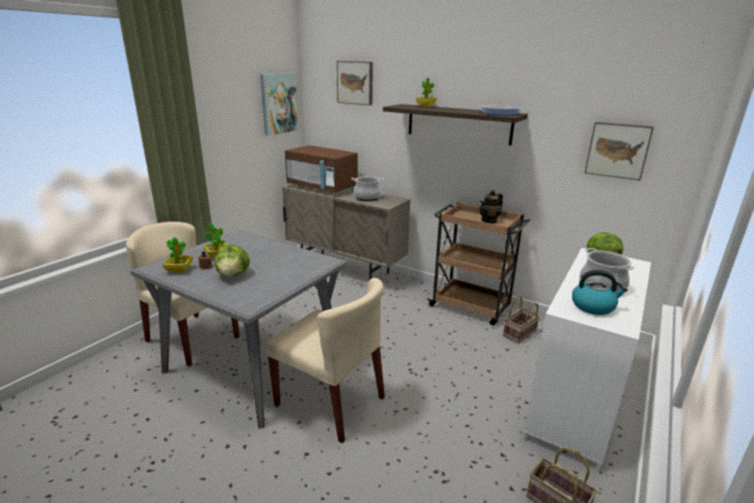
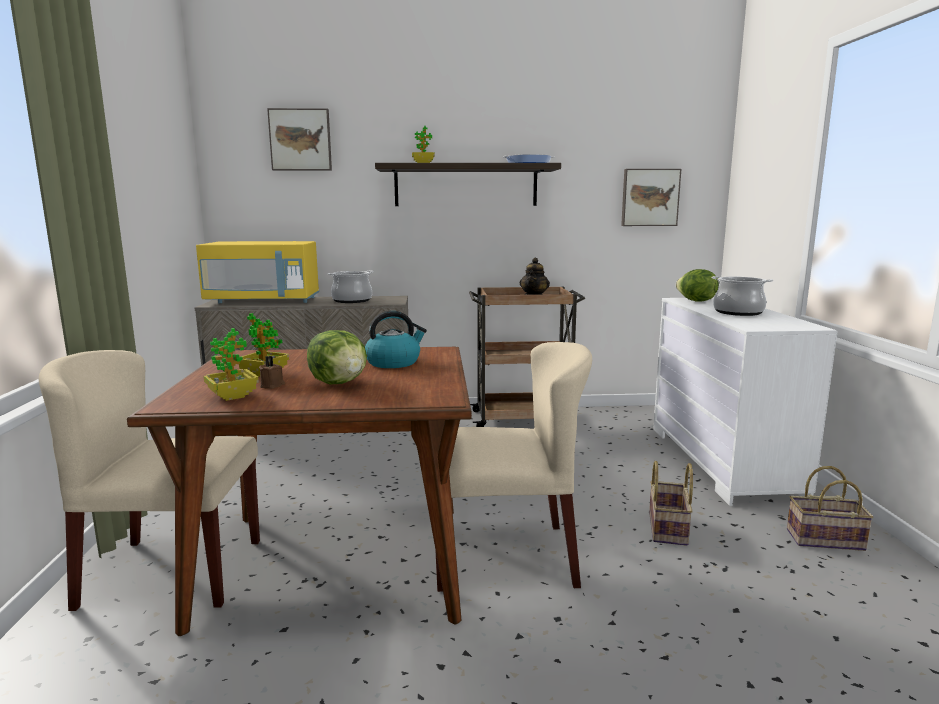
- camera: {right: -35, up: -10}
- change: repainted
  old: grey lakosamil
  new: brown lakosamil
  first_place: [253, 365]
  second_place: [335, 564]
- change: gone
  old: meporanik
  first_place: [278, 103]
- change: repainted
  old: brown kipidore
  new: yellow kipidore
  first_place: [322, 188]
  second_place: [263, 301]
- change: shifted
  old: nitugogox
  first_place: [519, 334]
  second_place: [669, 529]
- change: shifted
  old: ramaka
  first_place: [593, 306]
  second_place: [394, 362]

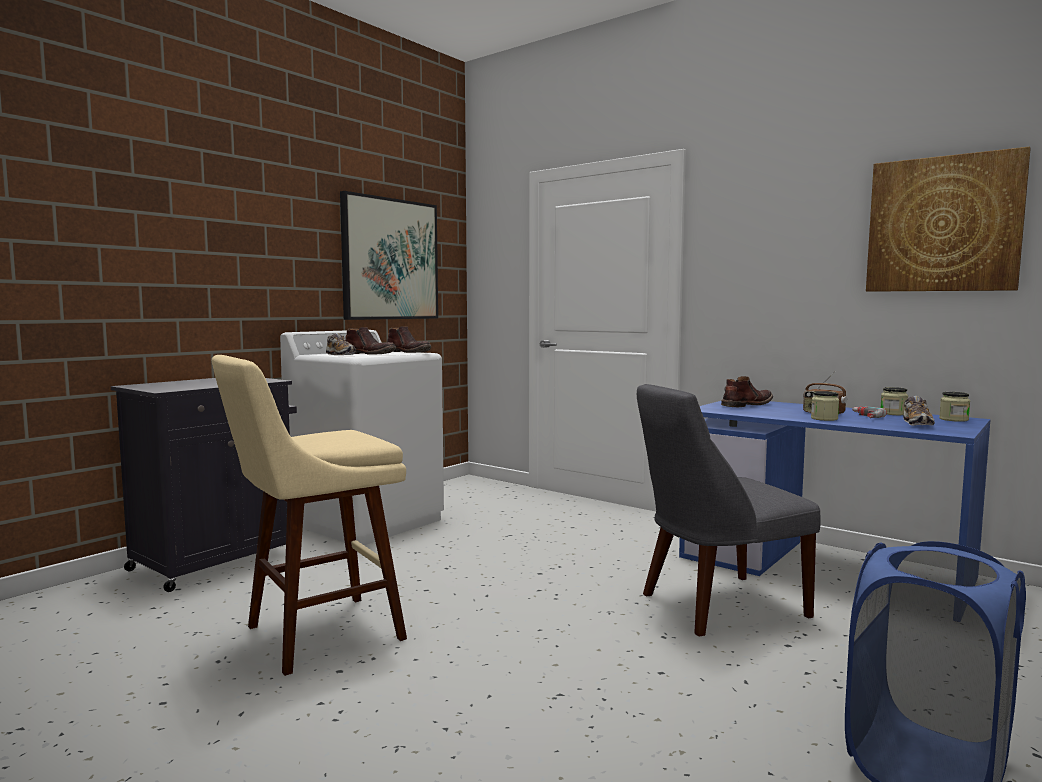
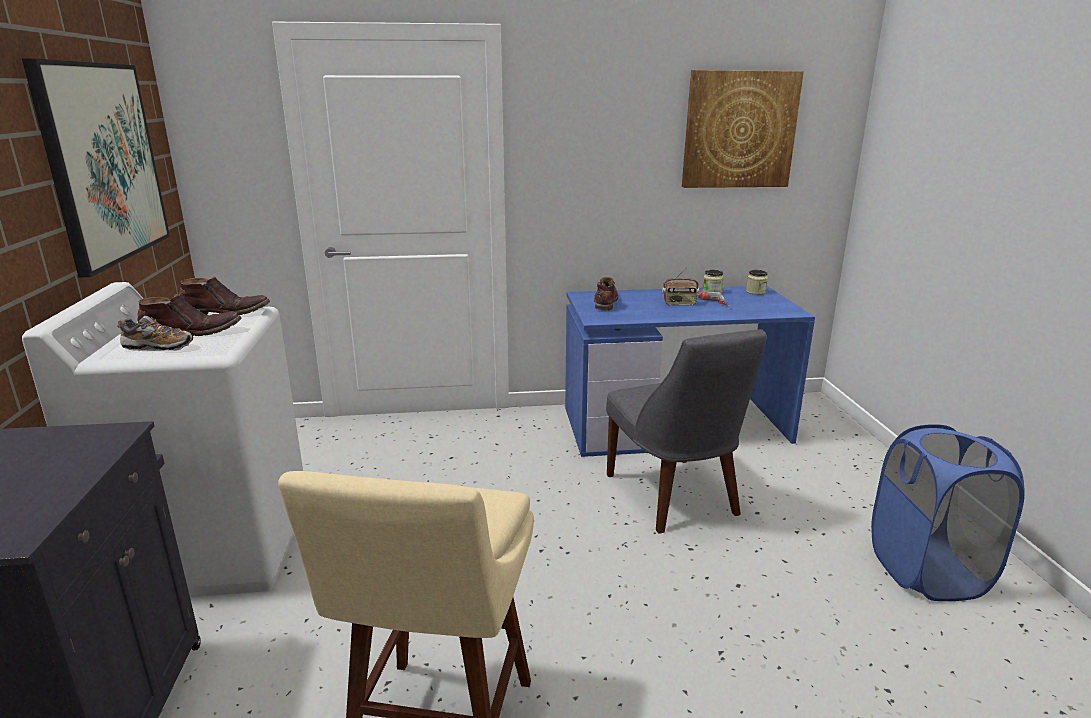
- camera: {right: -45, up: 15}
- change: rotated
  old: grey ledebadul
  first_place: [716, 606]
  second_place: [674, 497]
  degrees: -45
- change: gone
  old: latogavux
  first_place: [824, 419]
- change: gone
  old: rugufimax
  first_place: [917, 424]

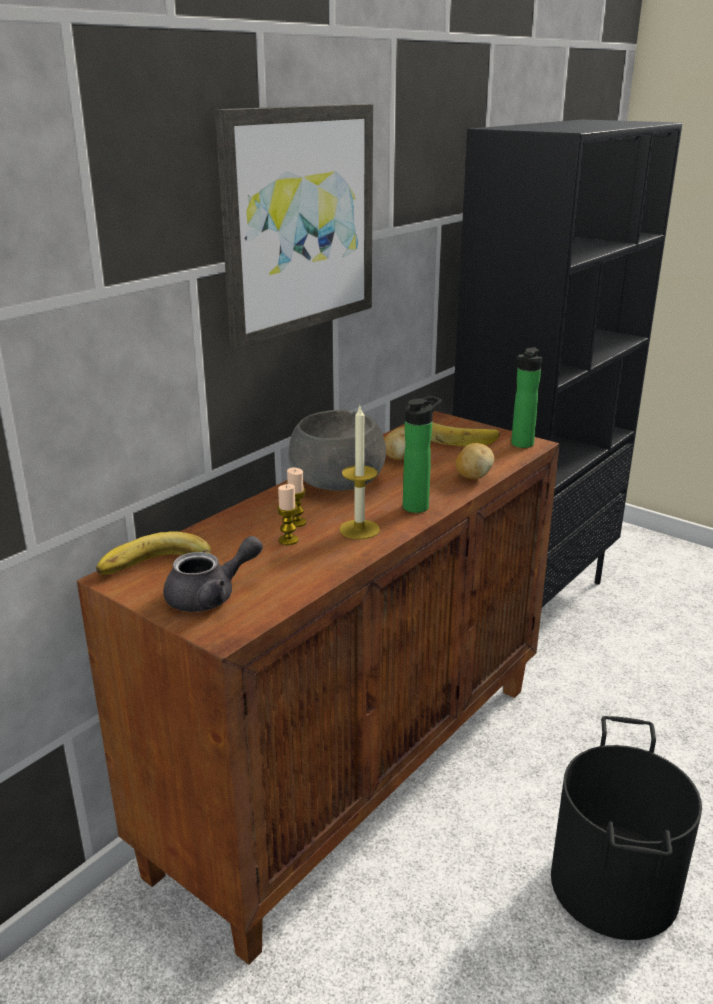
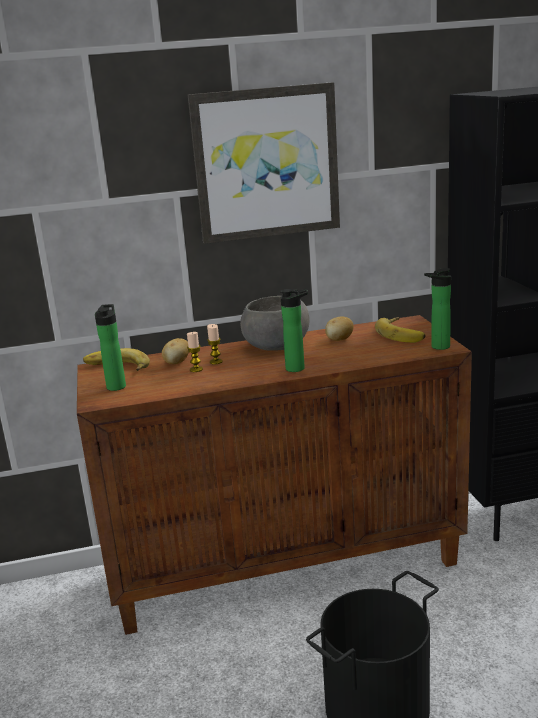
- camera: {right: 40, up: -5}
- change: swapped
  old: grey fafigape
  new: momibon
  first_place: [211, 596]
  second_place: [117, 386]
- change: gone
  old: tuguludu
  first_place: [359, 529]
- change: shifted
  old: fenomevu
  first_place: [473, 476]
  second_place: [177, 363]

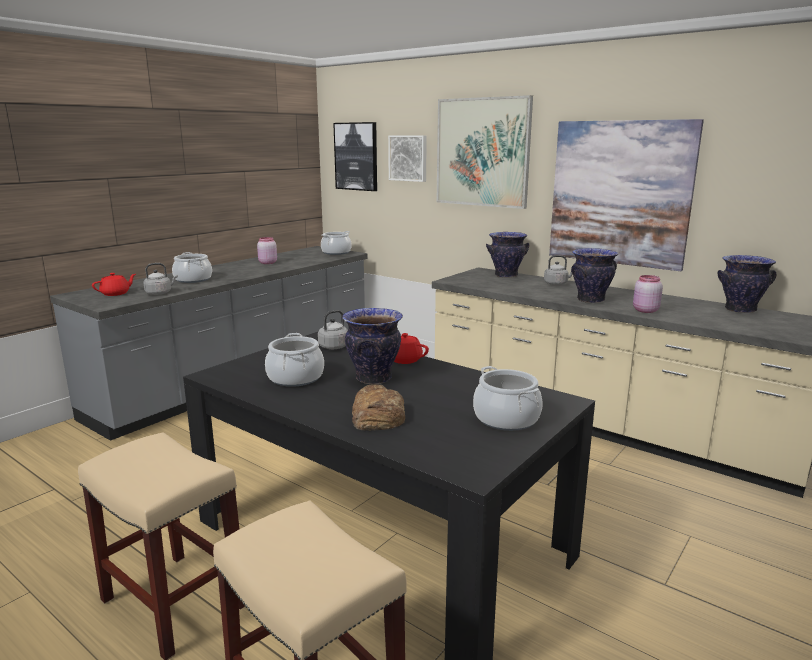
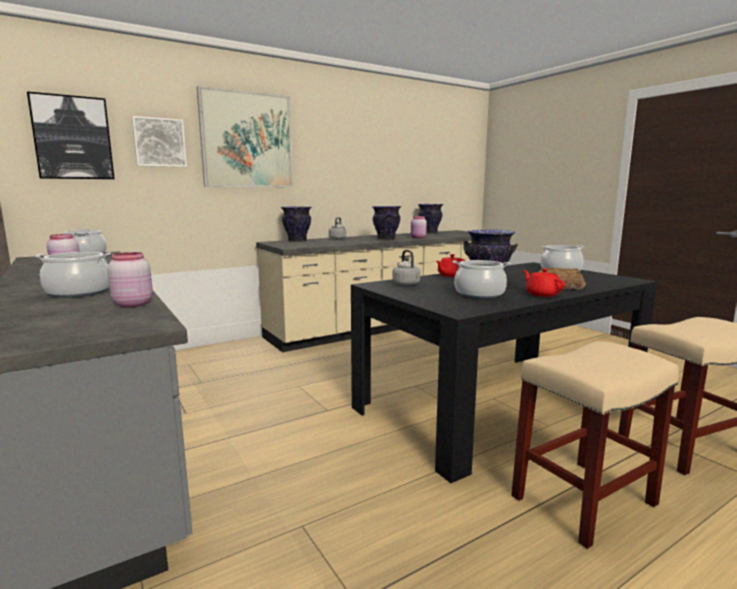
- camera: {right: -70, up: -5}
- change: shifted
  old: red fafigape
  first_place: [116, 293]
  second_place: [542, 294]
- change: swapped
  old: grey ramaka
  new: pink latogavux
  first_place: [160, 293]
  second_place: [132, 304]
- change: gone
  old: meporanik
  first_place: [619, 193]

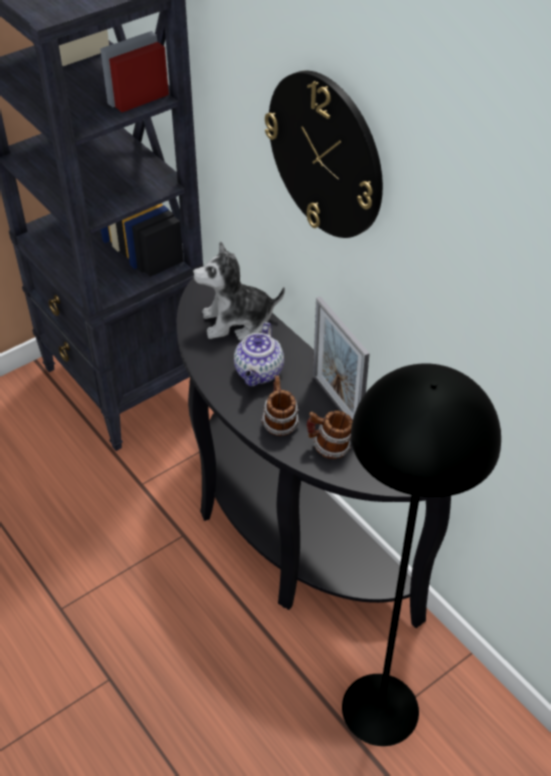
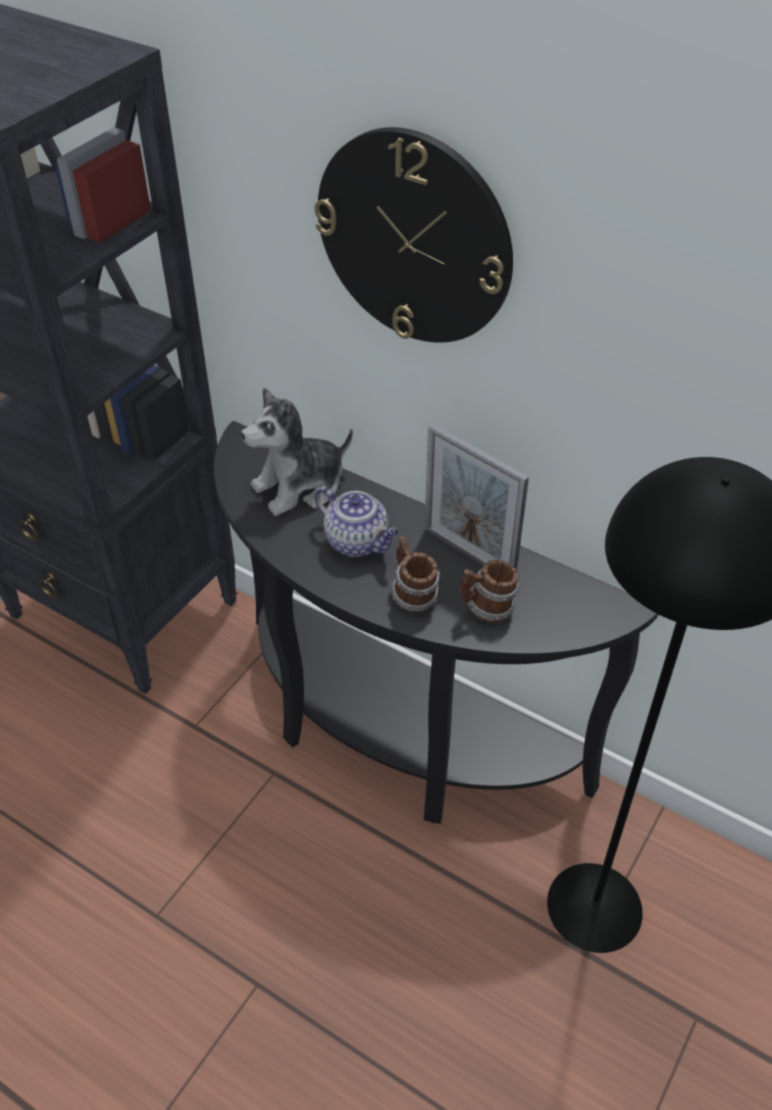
- camera: {right: -20, up: 0}
- change: rotated
  old: fafigape
  first_place: [259, 373]
  second_place: [358, 542]
  degrees: -45

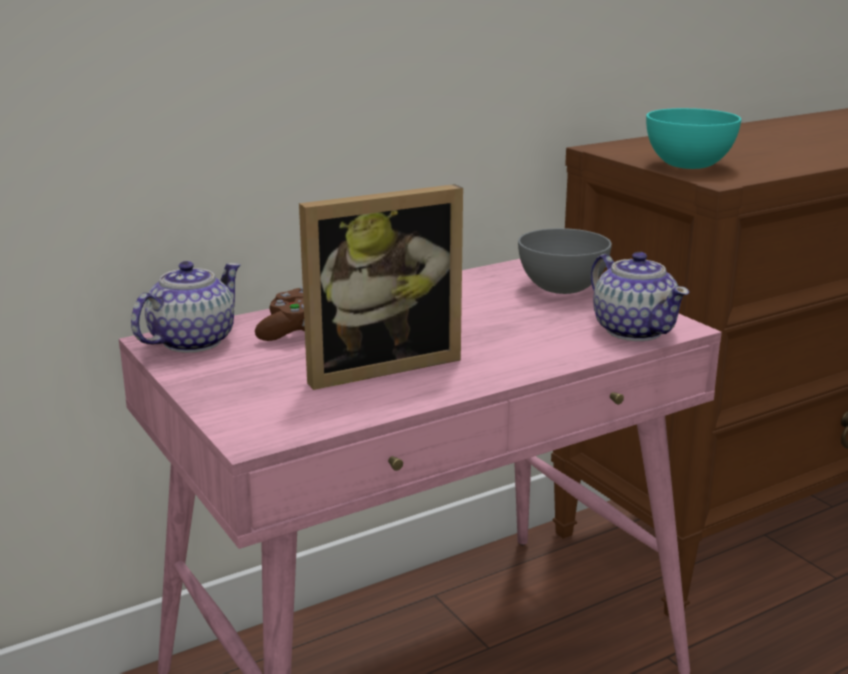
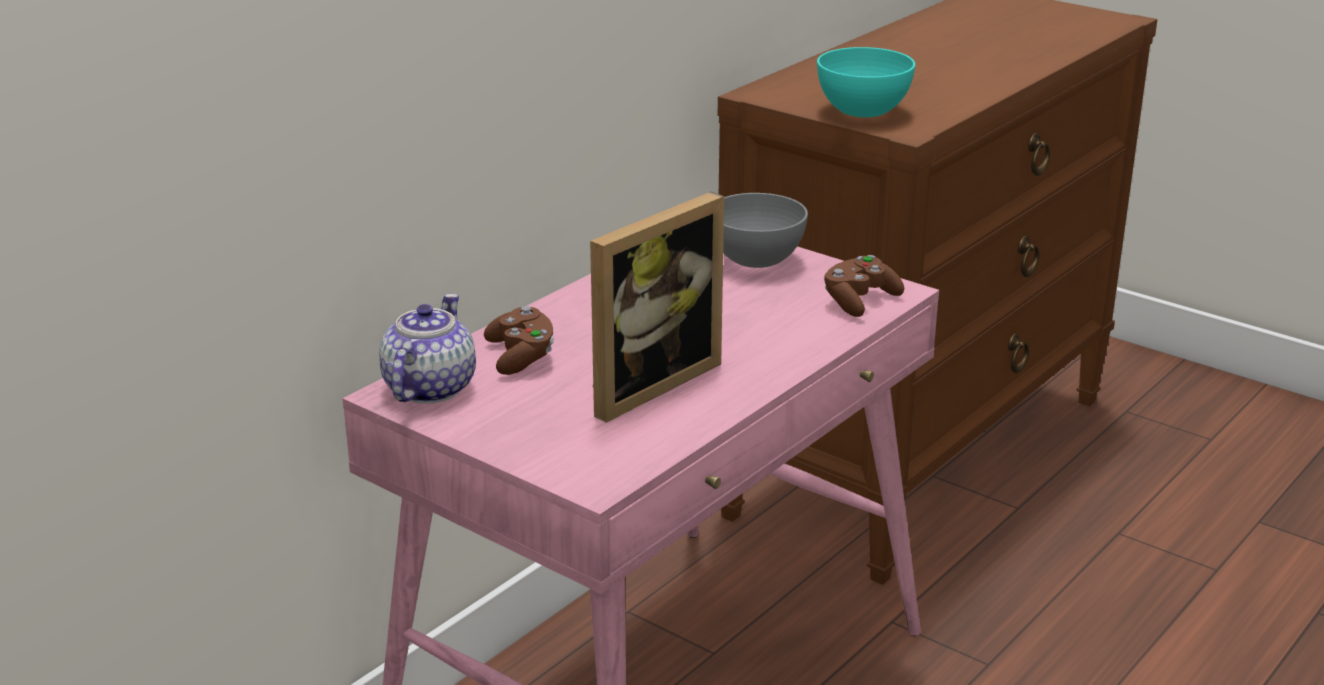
- camera: {right: -20, up: 5}
- change: swapped
  old: fafigape
  new: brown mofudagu
  first_place: [634, 330]
  second_place: [859, 301]

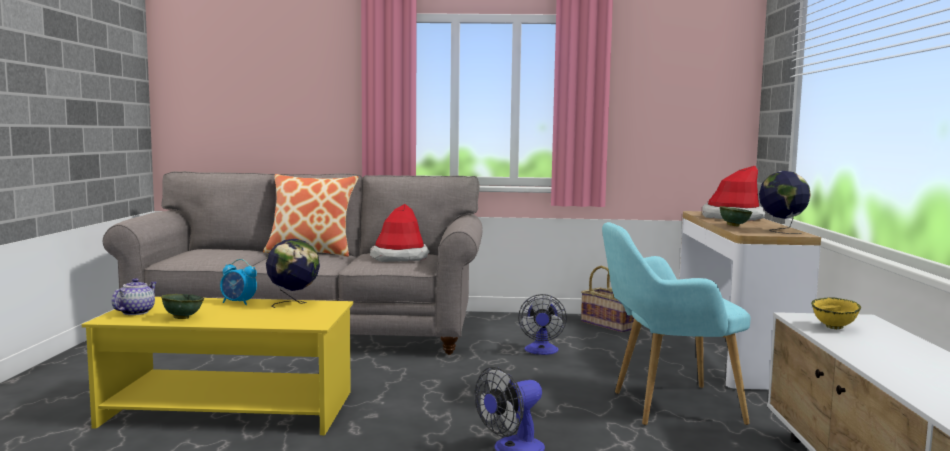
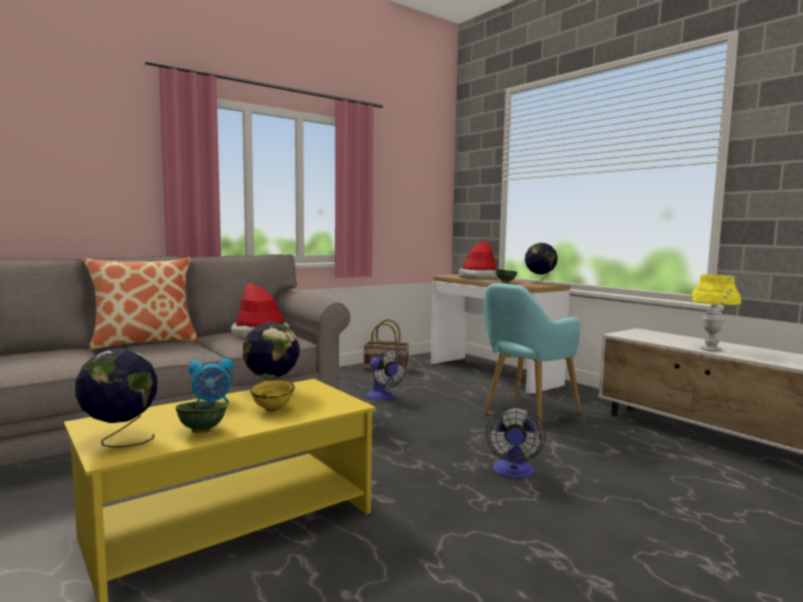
- camera: {right: -40, up: 0}
- change: swapped
  old: fafigape
  new: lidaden
  first_place: [135, 312]
  second_place: [120, 440]
- change: shifted
  old: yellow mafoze
  first_place: [835, 327]
  second_place: [273, 409]
- change: new
  new: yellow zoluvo
  second_place: [710, 349]

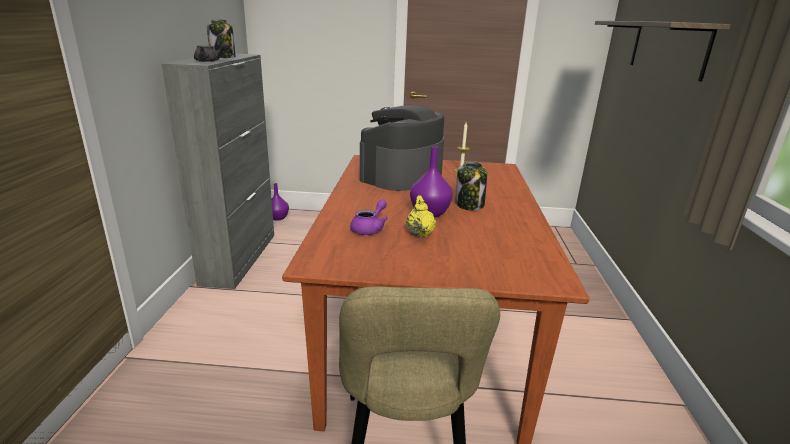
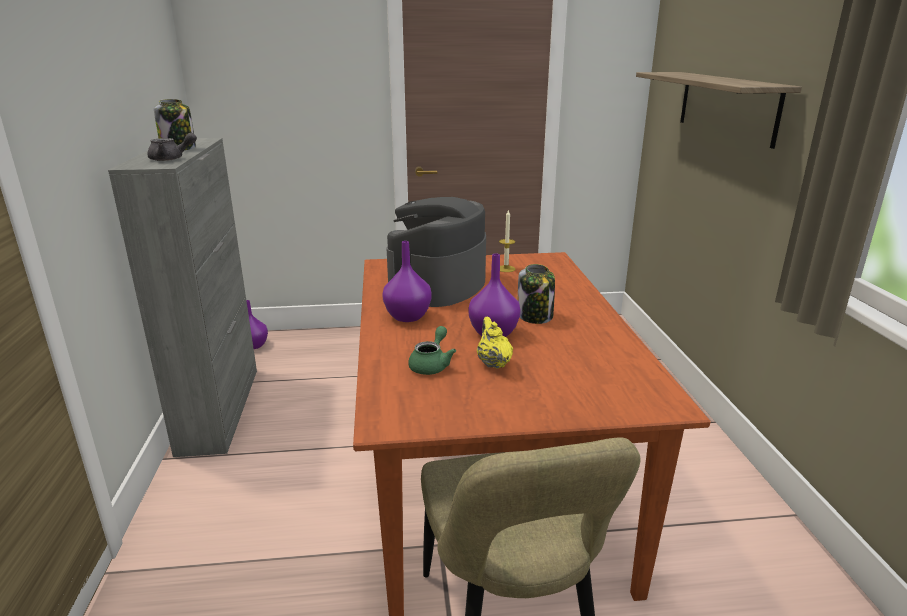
- camera: {right: -10, up: 0}
- change: repainted
  old: purple fafigape
  new: green fafigape
  first_place: [370, 229]
  second_place: [432, 365]
- change: new
  new: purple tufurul
  second_place: [407, 317]

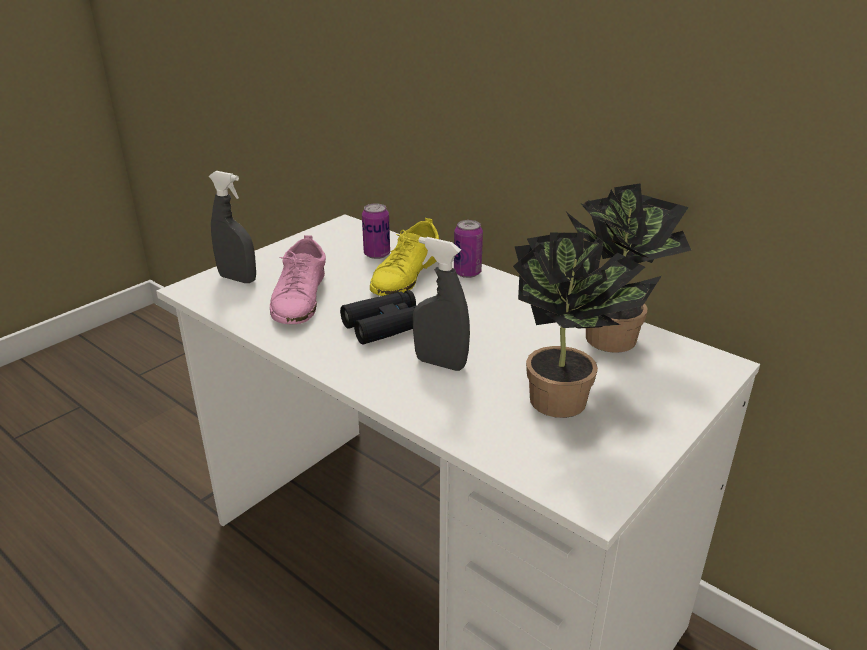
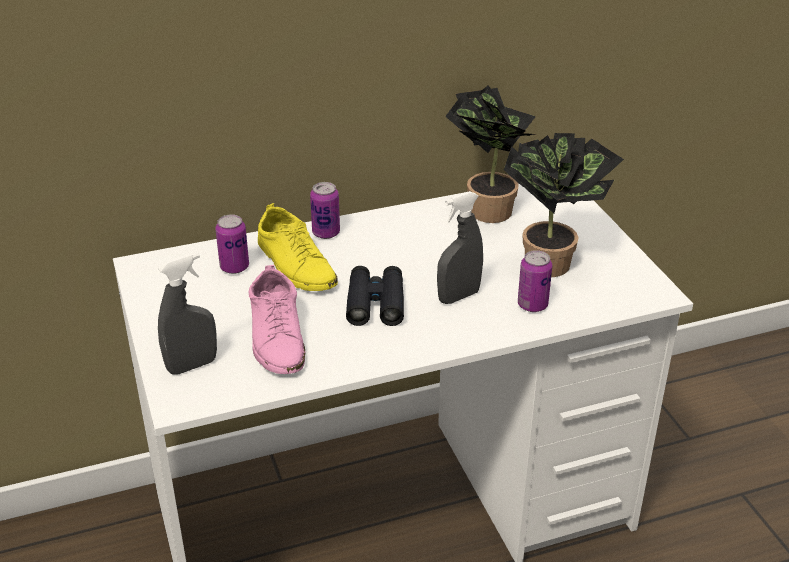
- camera: {right: -60, up: 5}
- change: rotated
  old: pink rugufimax
  first_place: [300, 298]
  second_place: [277, 337]
  degrees: 45
- change: new
  new: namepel
  second_place: [532, 305]

